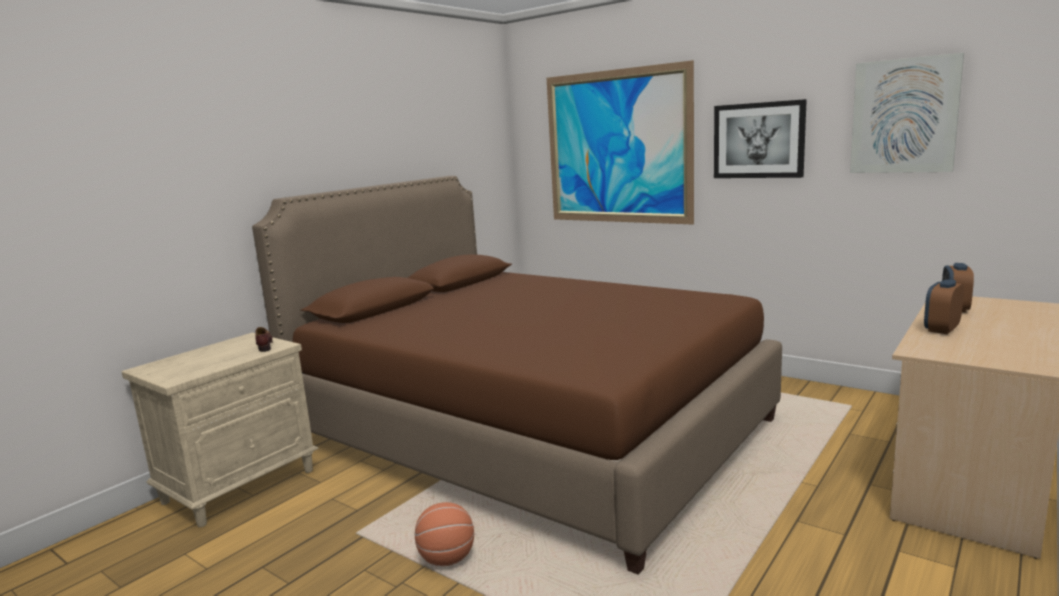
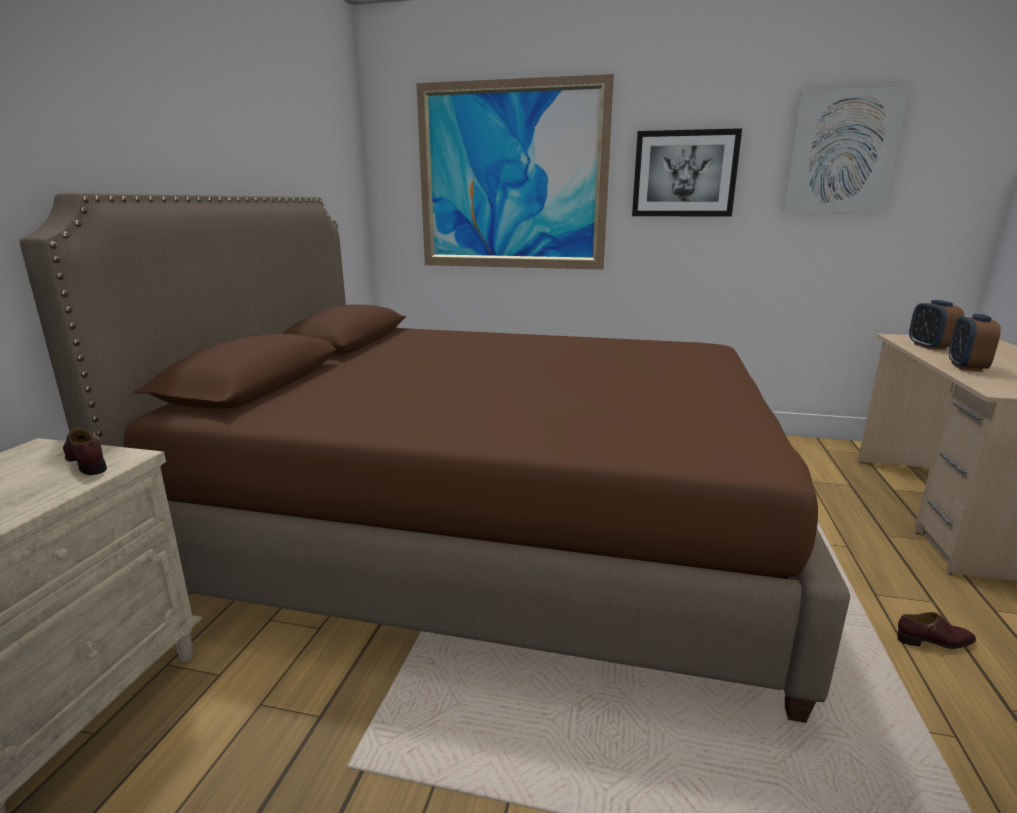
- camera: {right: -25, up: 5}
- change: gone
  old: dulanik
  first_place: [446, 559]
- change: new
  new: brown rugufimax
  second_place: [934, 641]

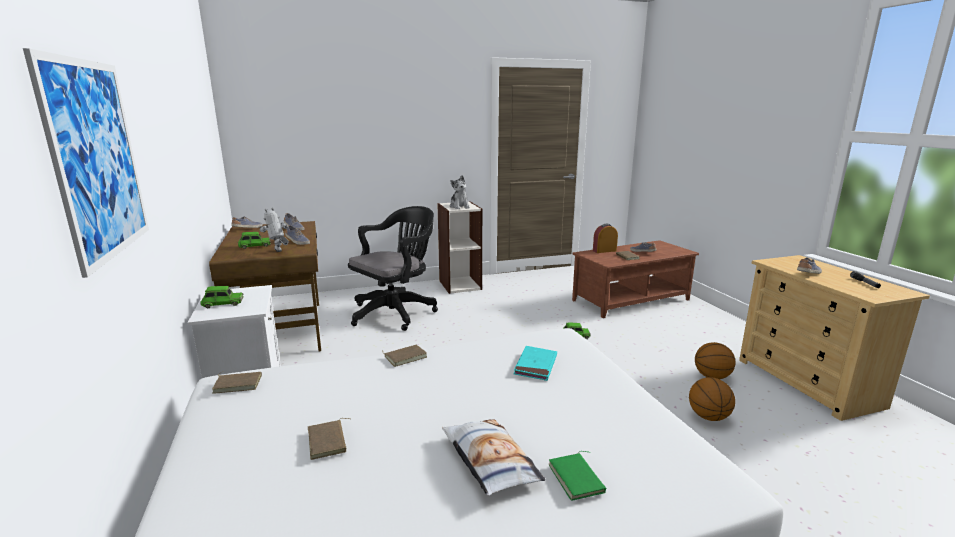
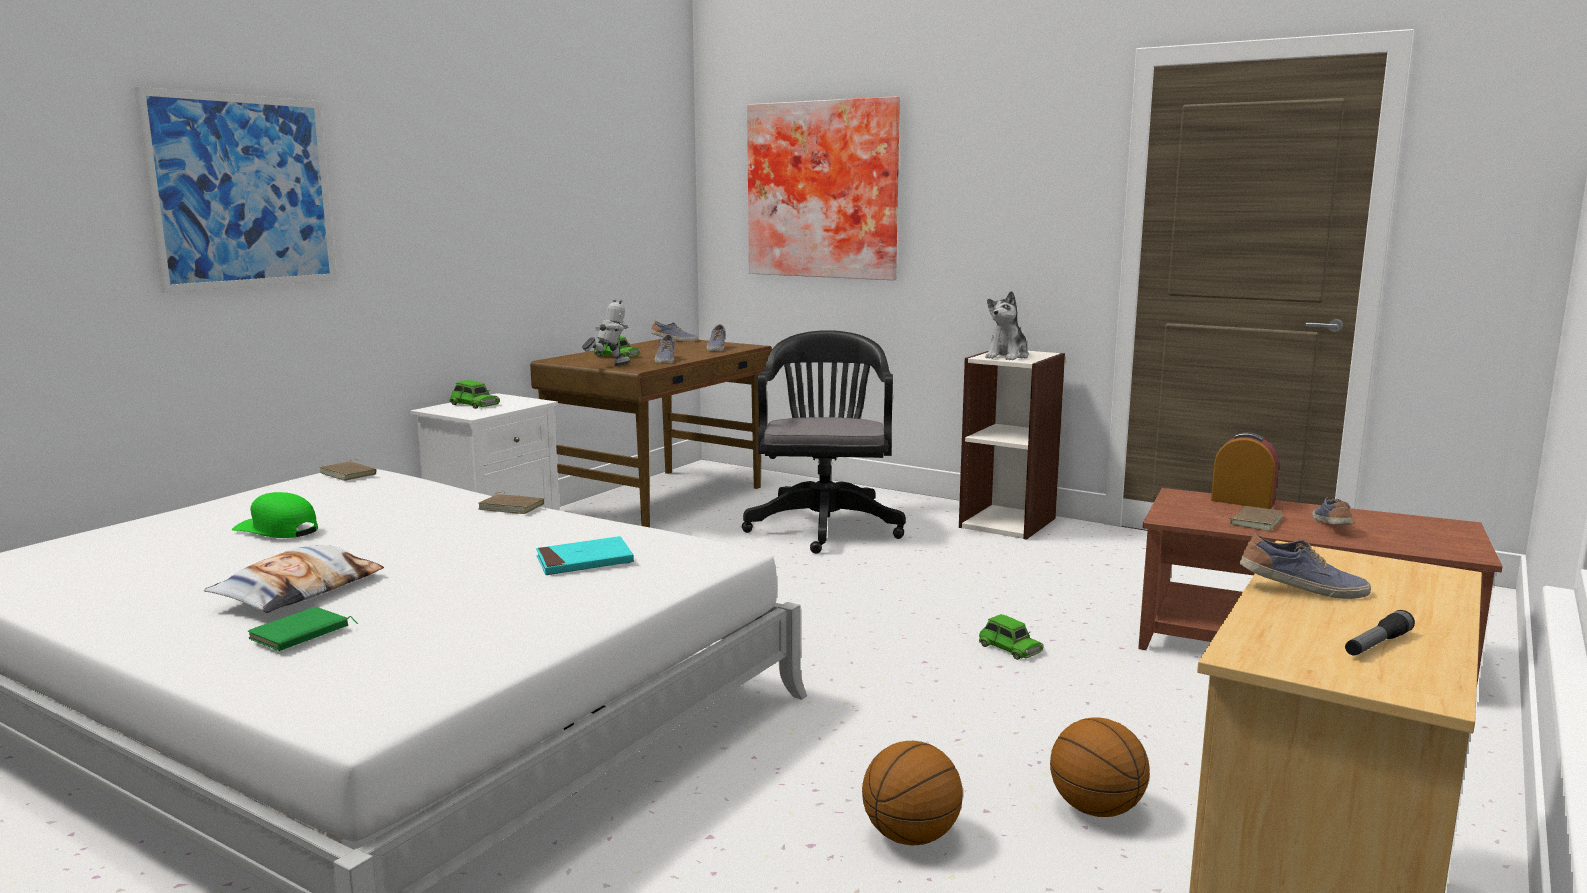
- camera: {right: 50, up: -5}
- change: rotated
  old: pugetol
  first_place: [278, 253]
  second_place: [609, 366]
  degrees: 45
- change: swapped
  old: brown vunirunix
  new: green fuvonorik
  first_place: [329, 441]
  second_place: [277, 529]
- change: rotated
  old: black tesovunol
  first_place: [396, 312]
  second_place: [824, 525]
  degrees: -90
- change: new
  new: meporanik
  second_place: [824, 190]

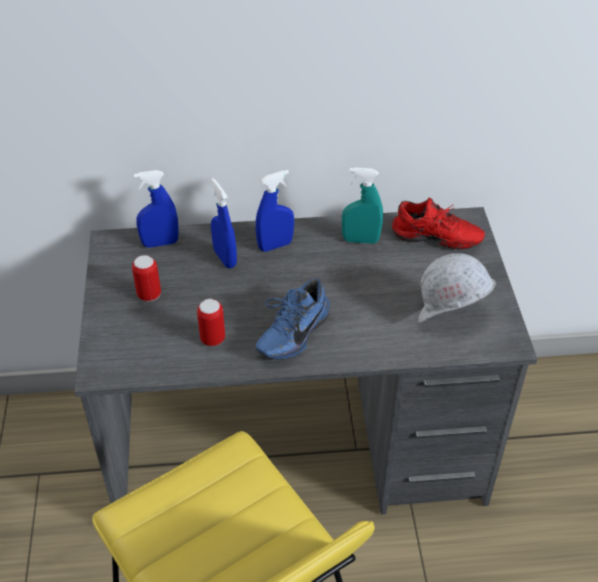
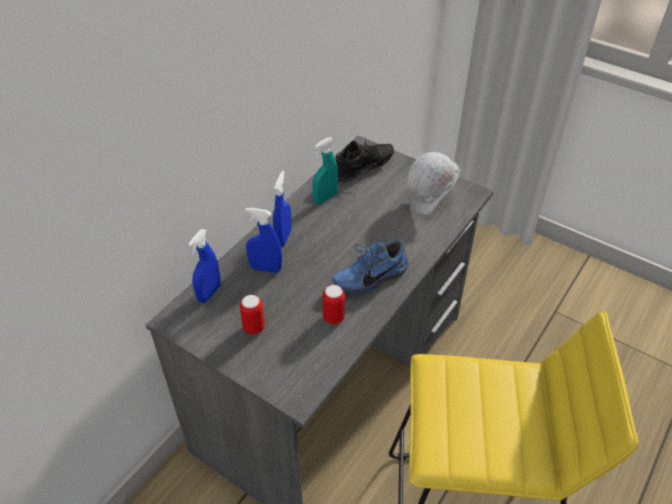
- camera: {right: -50, up: 0}
- change: rotated
  old: blue rugufimax
  first_place: [291, 333]
  second_place: [369, 277]
  degrees: 75
- change: repainted
  old: red rugufimax
  new: black rugufimax
  first_place: [435, 241]
  second_place: [363, 170]

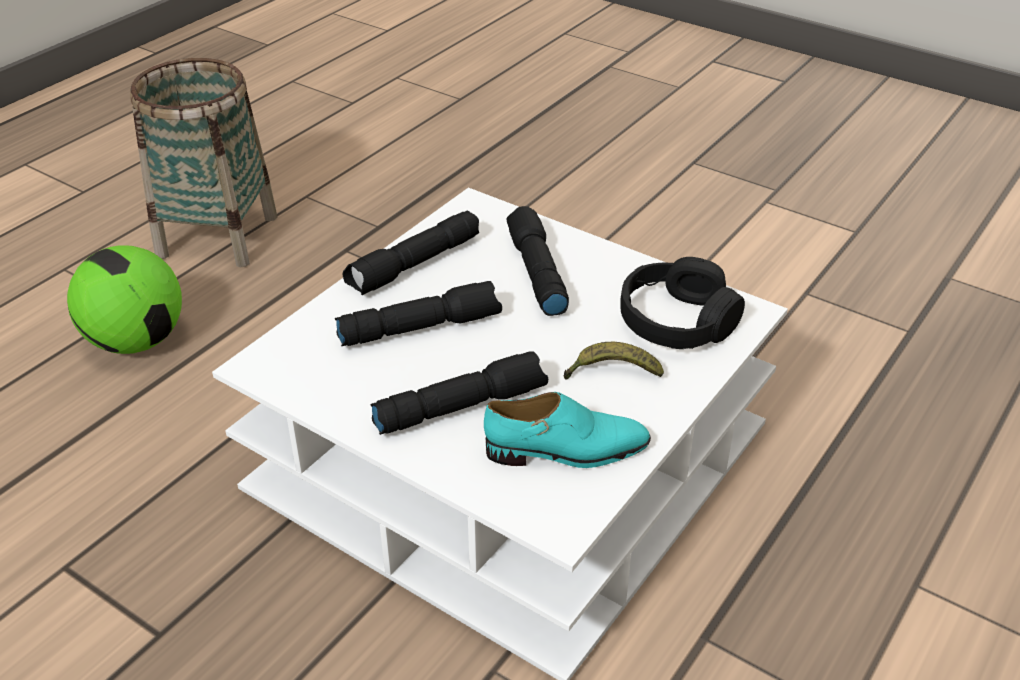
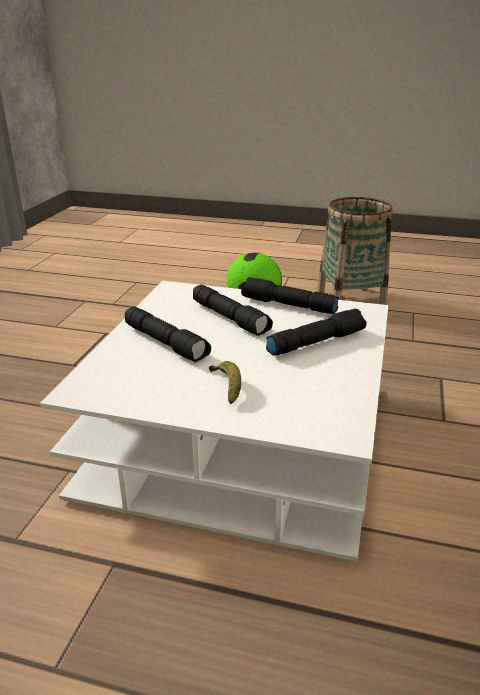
- camera: {right: 70, up: -10}
- change: gone
  old: turquoise rugufimax
  first_place: [567, 450]
- change: gone
  old: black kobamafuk
  first_place: [677, 321]

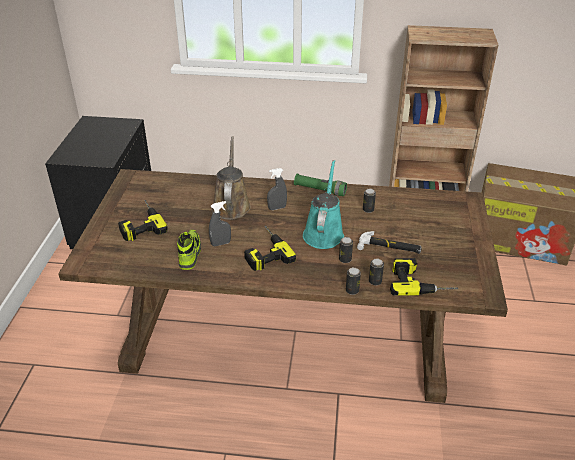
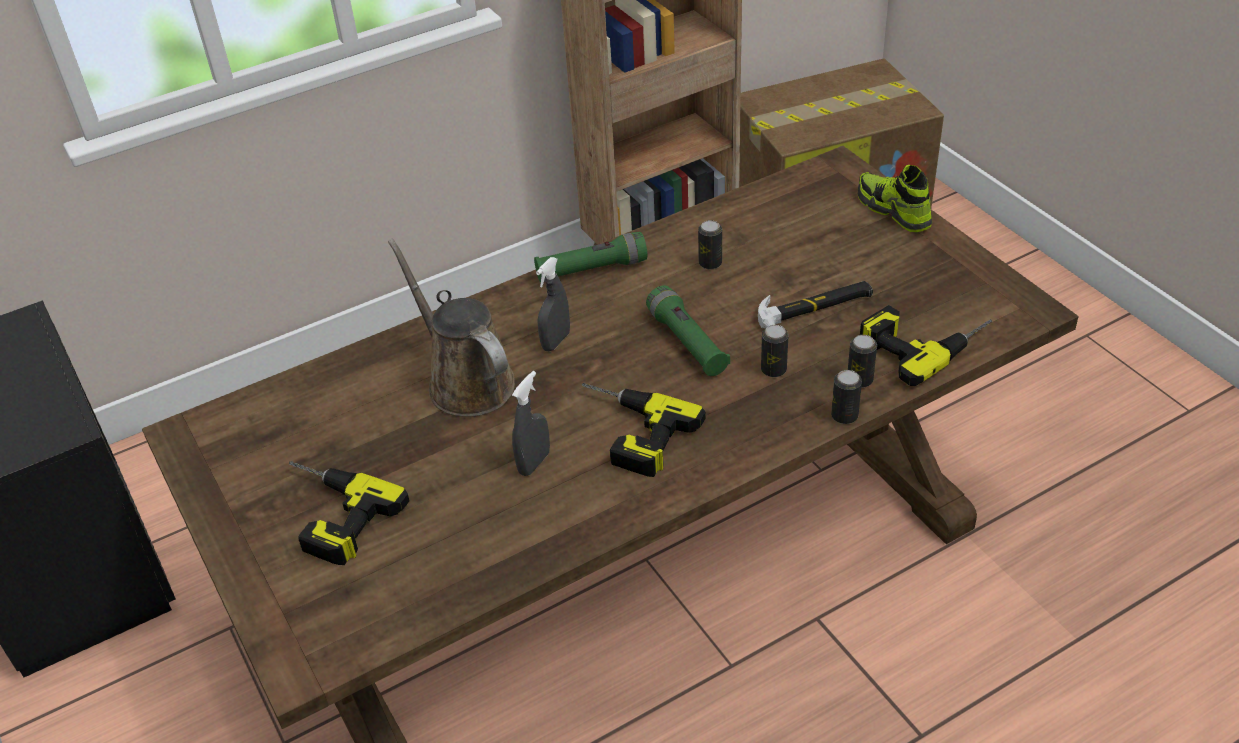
- camera: {right: -35, up: 5}
- change: shifted
  old: rugufimax
  first_place: [189, 254]
  second_place: [893, 210]
- change: swapped
  old: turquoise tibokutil
  new: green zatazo
  first_place: [324, 233]
  second_place: [687, 342]

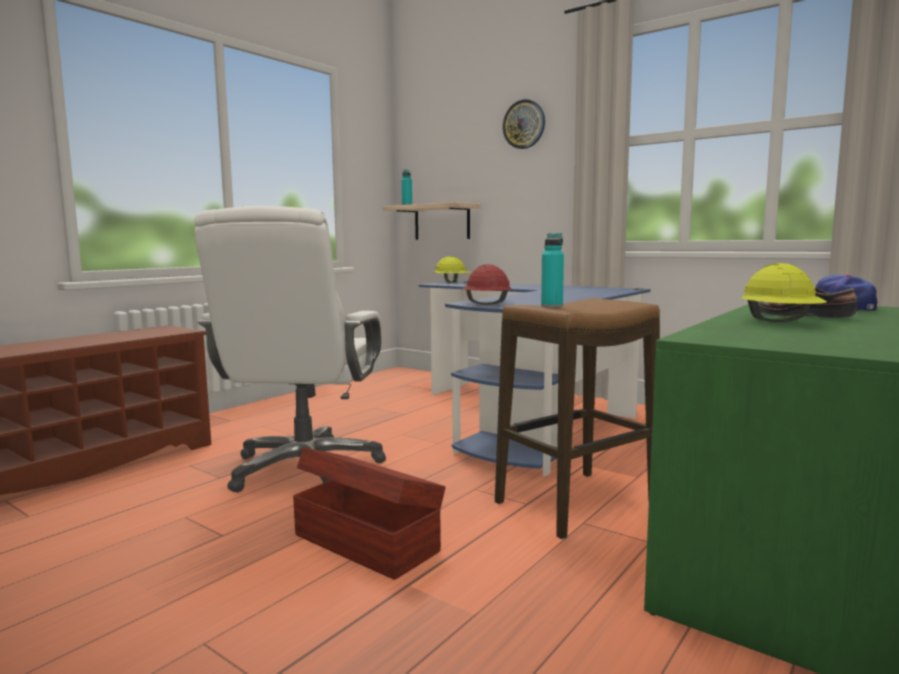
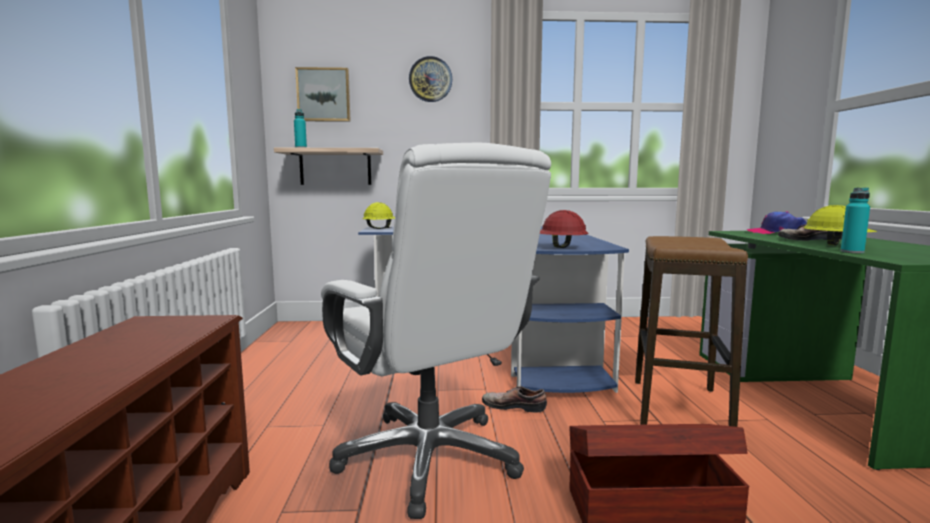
- camera: {right: -40, up: 0}
- change: shifted
  old: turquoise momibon
  first_place: [551, 306]
  second_place: [852, 252]
- change: new
  new: meporanik
  second_place: [324, 95]
- change: new
  new: rugufimax
  second_place: [514, 406]

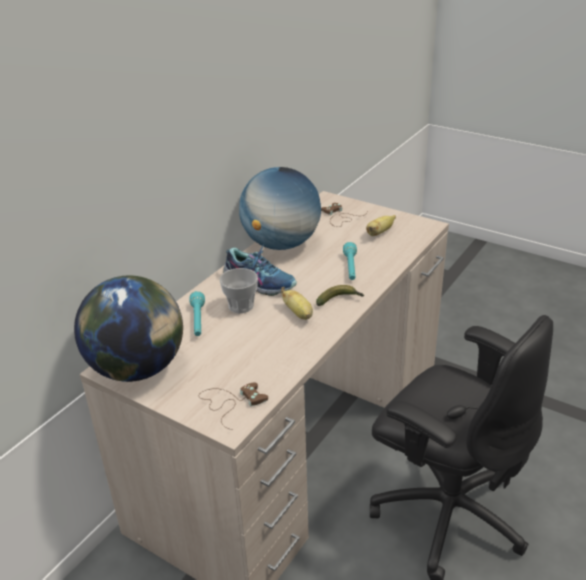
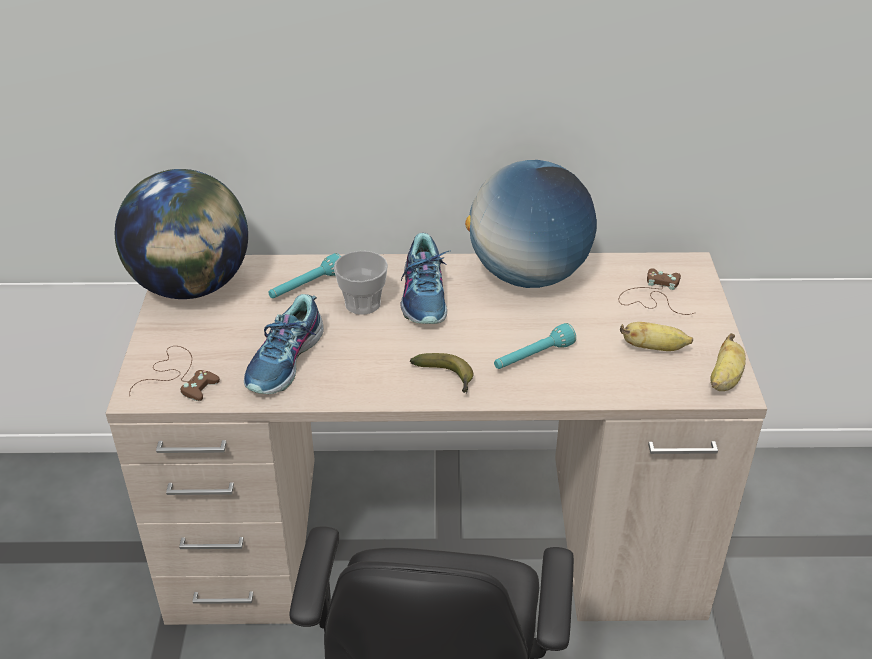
- camera: {right: 55, up: 5}
- change: shifted
  old: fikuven
  first_place: [299, 314]
  second_place: [724, 380]
- change: new
  new: rugufimax
  second_place: [286, 361]

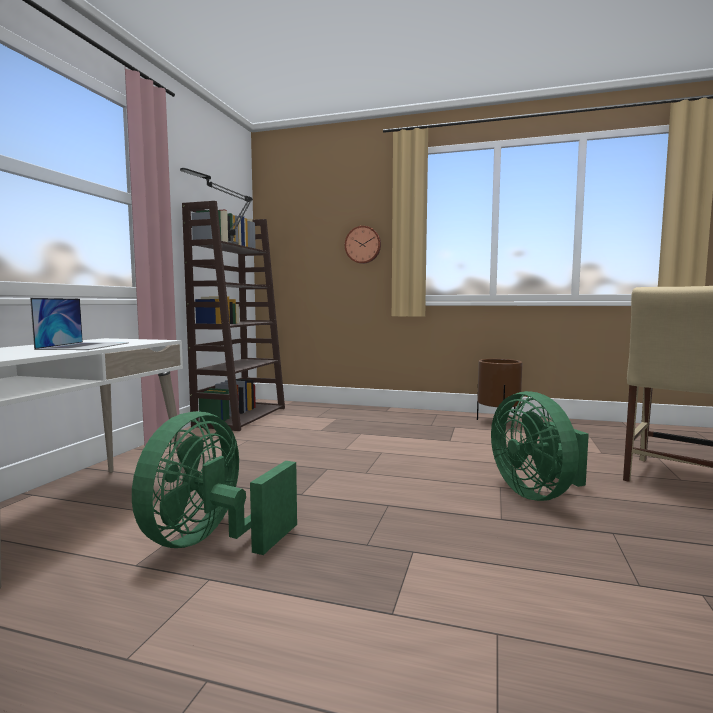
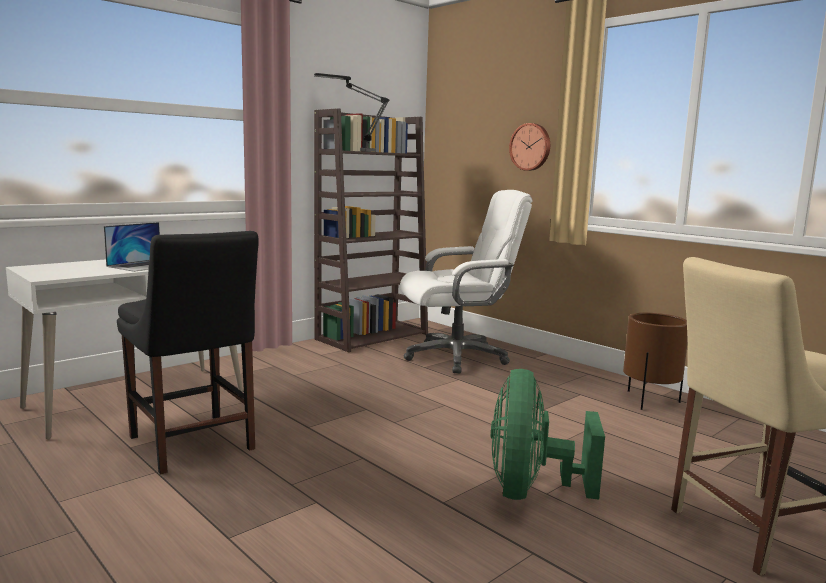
- camera: {right: 30, up: 5}
- change: swapped
  old: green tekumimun
  new: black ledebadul
  first_place: [211, 541]
  second_place: [193, 445]
- change: new
  new: white tesovunol
  second_place: [457, 357]

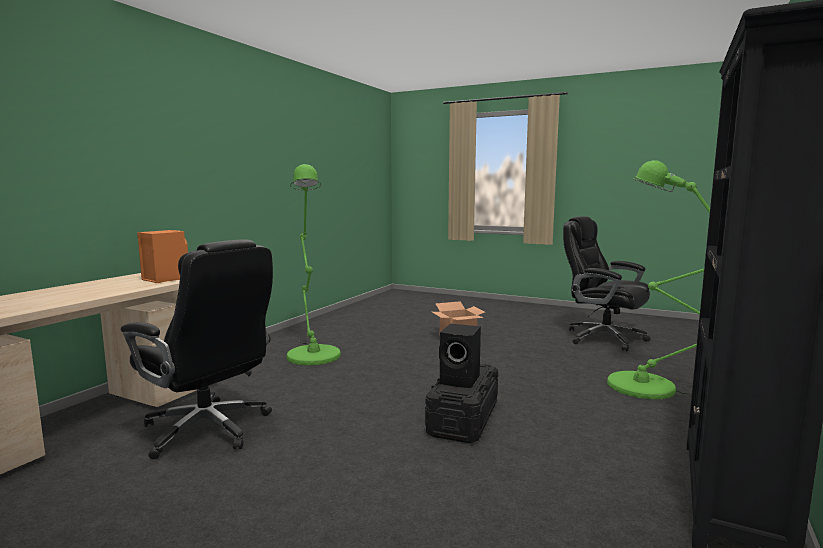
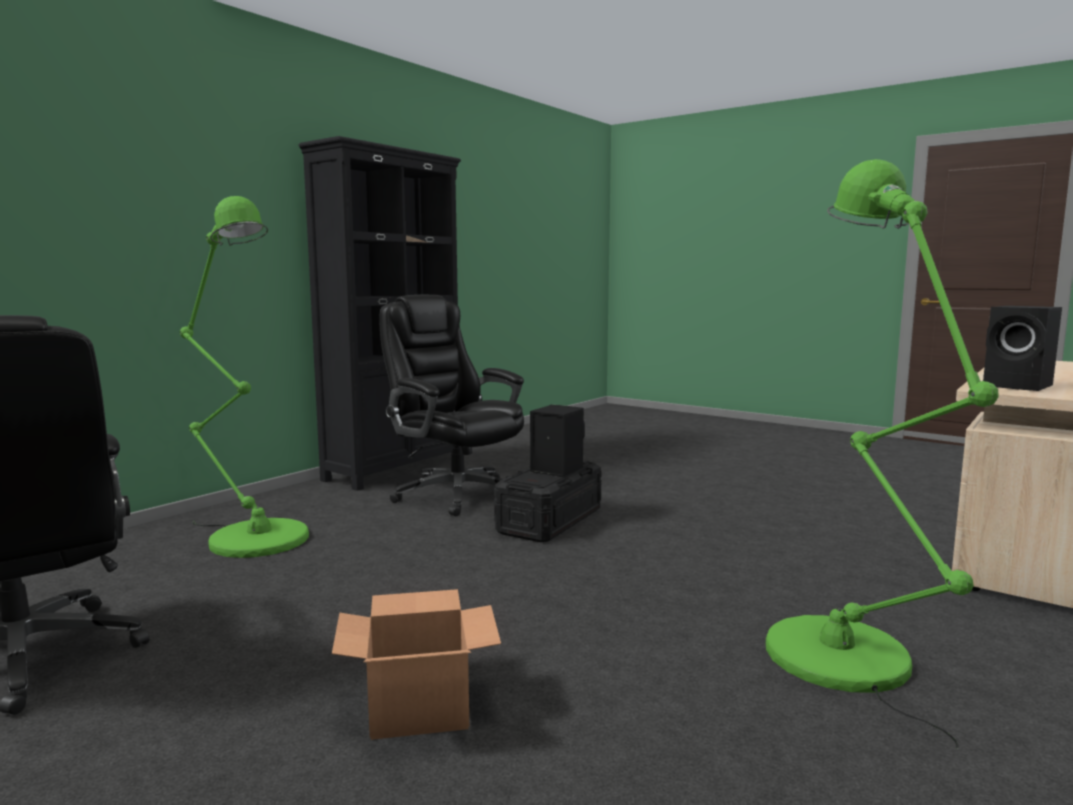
- camera: {right: -170, up: 0}
- change: shifted
  old: black tesovunol
  first_place: [208, 429]
  second_place: [455, 494]
- change: repainted
  old: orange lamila
  new: black lamila
  first_place: [164, 279]
  second_place: [1020, 386]

